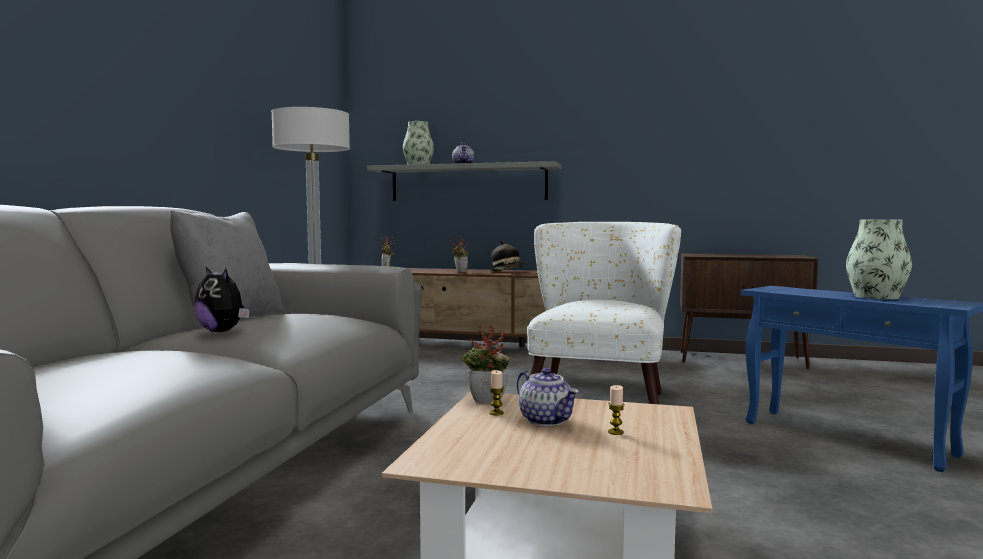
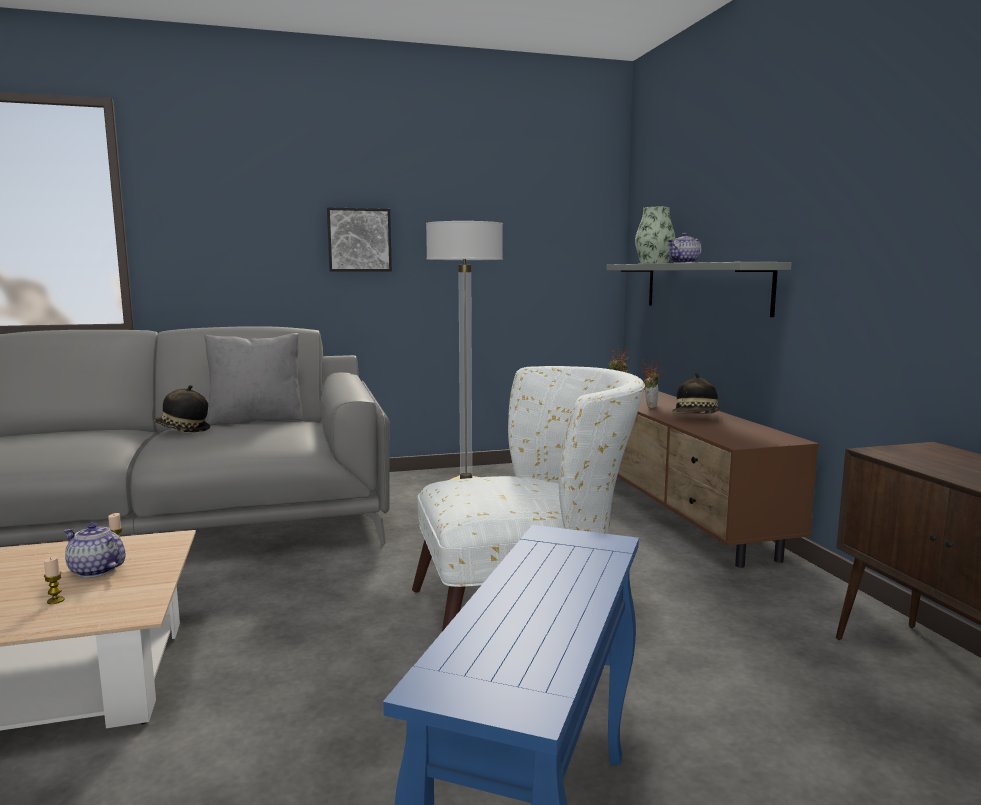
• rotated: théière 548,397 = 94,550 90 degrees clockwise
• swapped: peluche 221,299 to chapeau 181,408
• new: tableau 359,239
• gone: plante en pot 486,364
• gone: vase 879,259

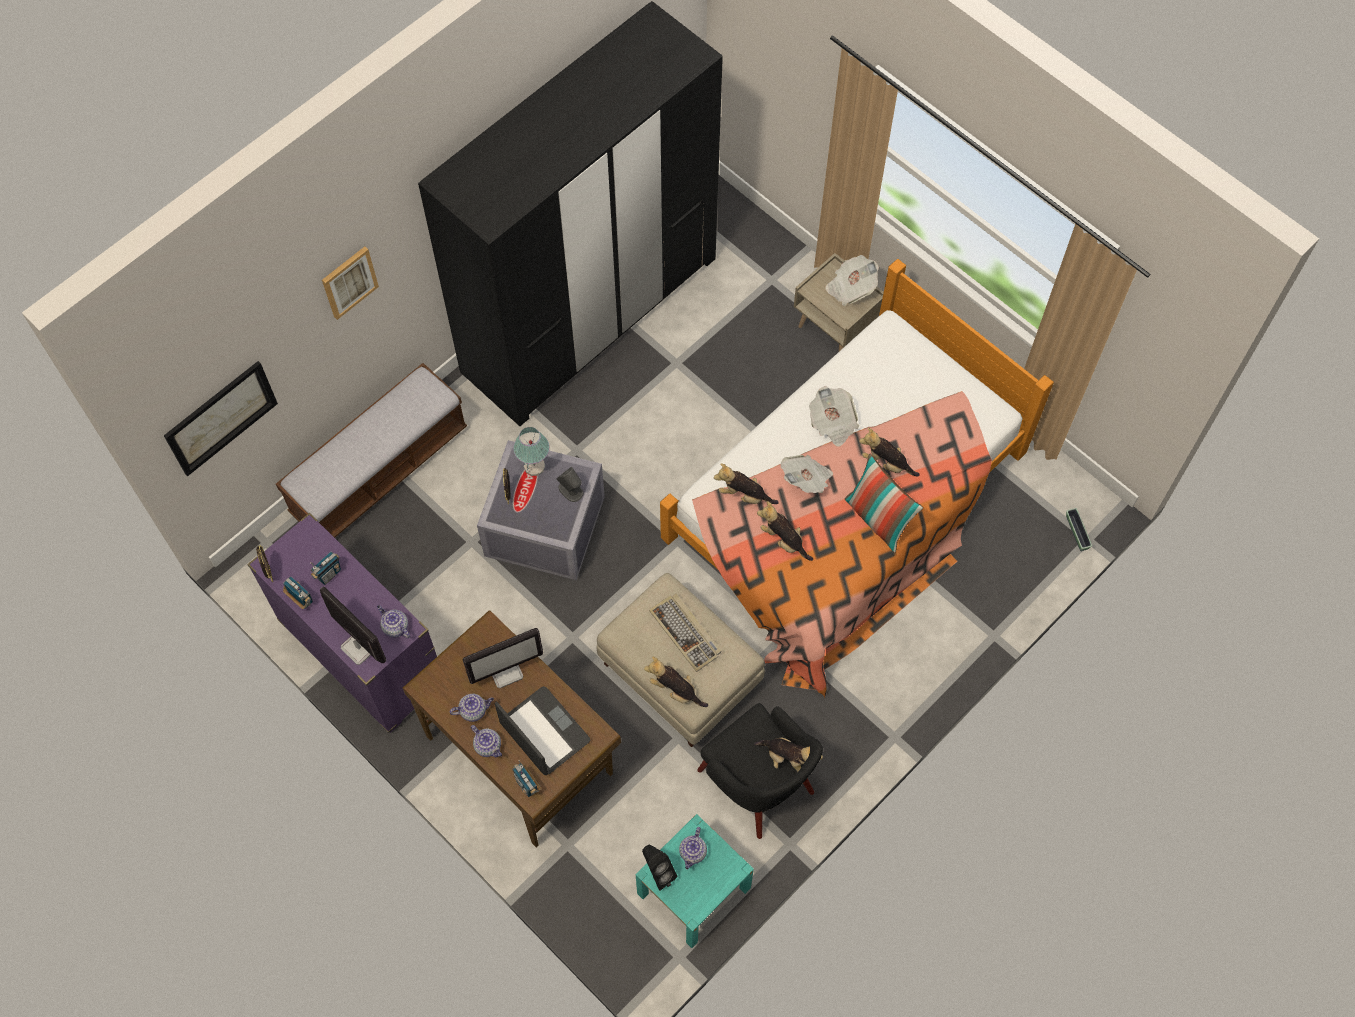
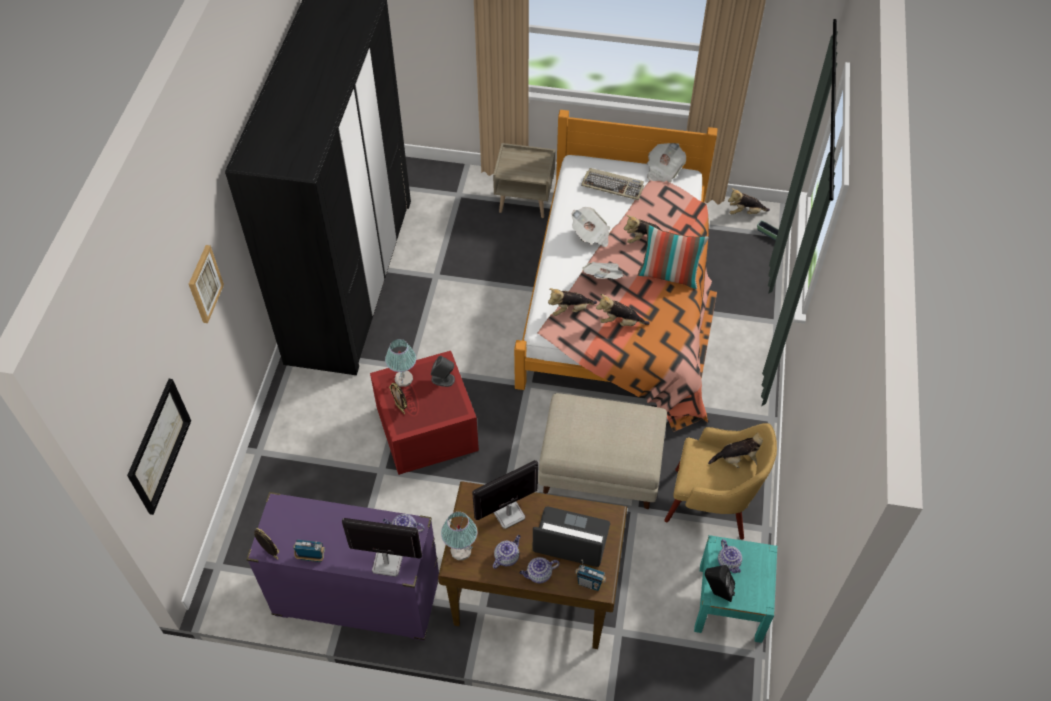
• repainted: boîte de rangement [gris] 541,510 to boîte de rangement [rouge] 424,413
• new: lampe de table 459,535
• rotated: écran d'ordinateur 503,658 = 505,494 150 degrees counterclockwise
• rotated: théière 486,741 = 539,570 150 degrees clockwise
• shifted: clavier 685,633 to 612,184
• shifted: journal 852,280 to 666,162
• repainted: fauteuil [noir] 760,771 to fauteuil [jaune] 720,481
• shifted: peluche 676,682 to 749,201
• gone: banc 371,450
• gone: radio 325,568

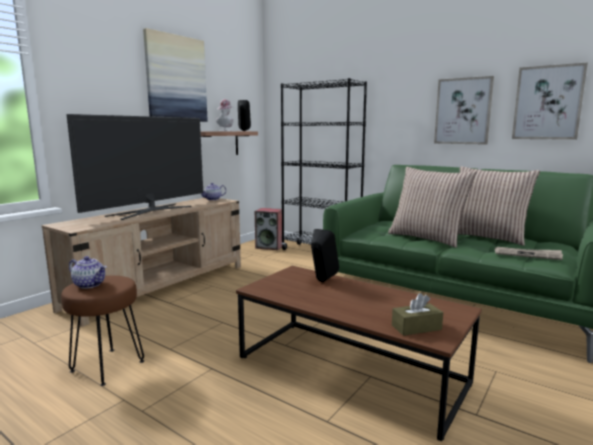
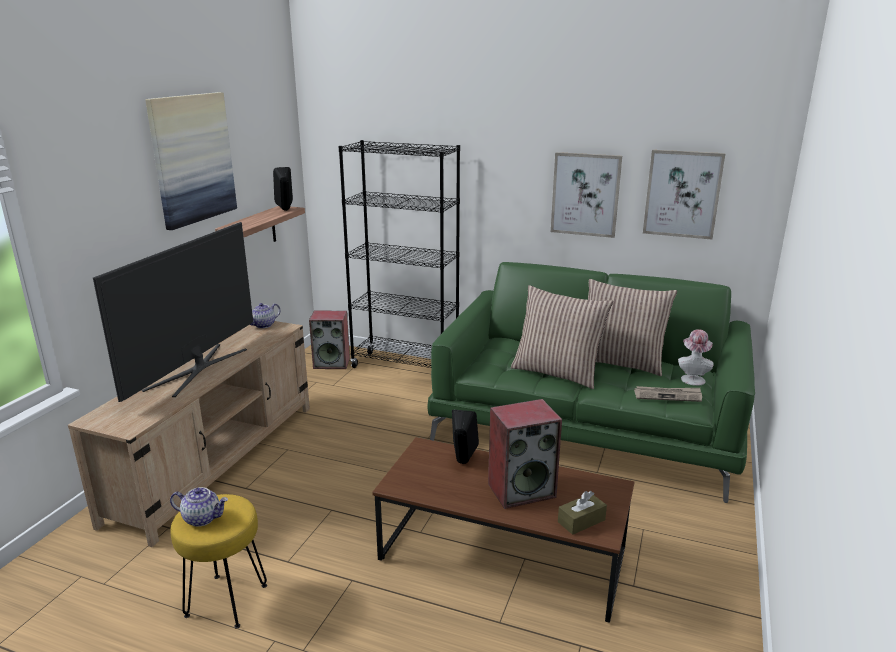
• repainted: tabouret [marron] 102,330 to tabouret [jaune] 218,561
• new: enceinte 525,454
• shifted: chapeau 225,115 to 696,357

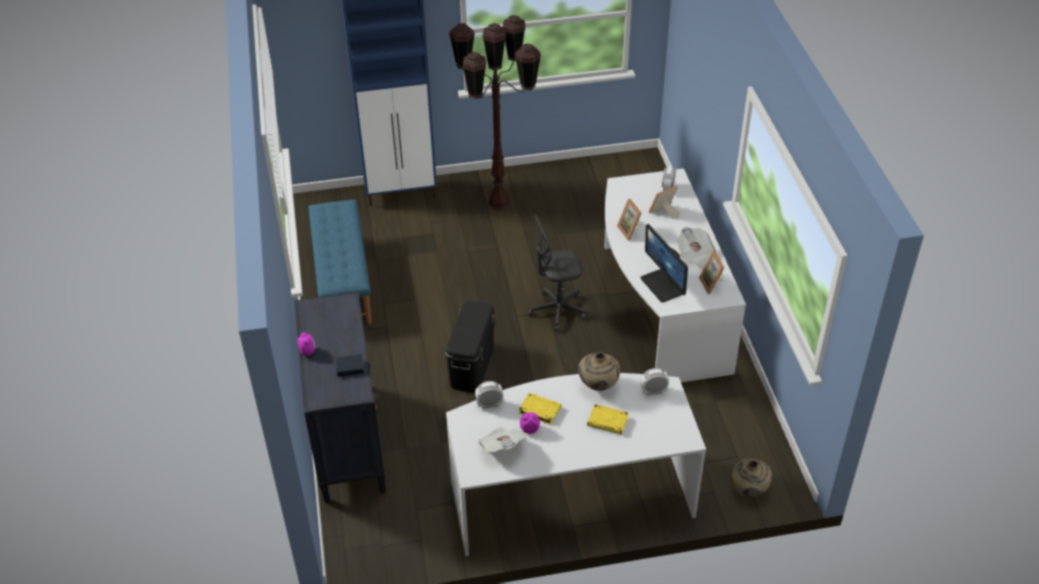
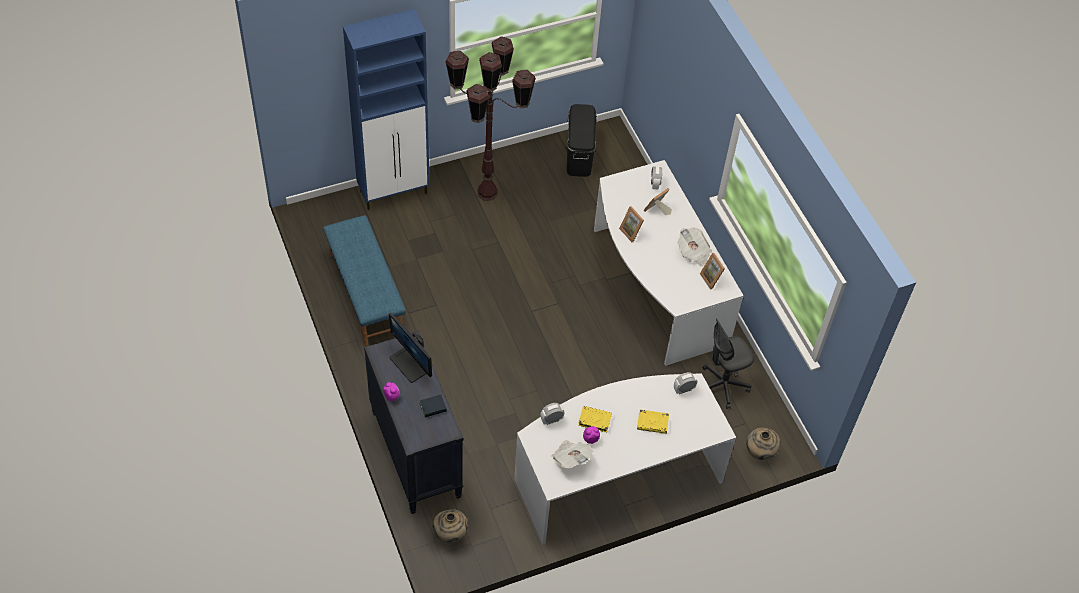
• shifted: écran d'ordinateur 664,263 to 410,348
• shifted: vase [beige] 599,371 to 450,526
• shifted: boîte de rangement [noir] 470,346 to 581,140
• shifted: chaise de bureau [gris] 557,273 to 728,364

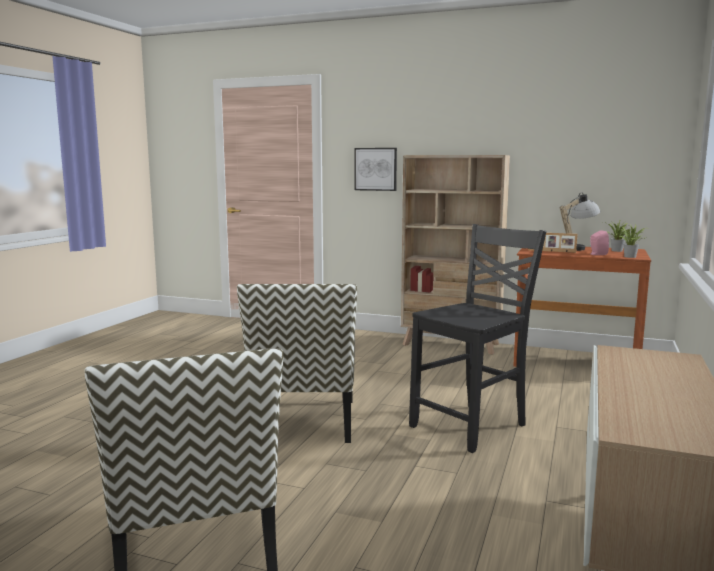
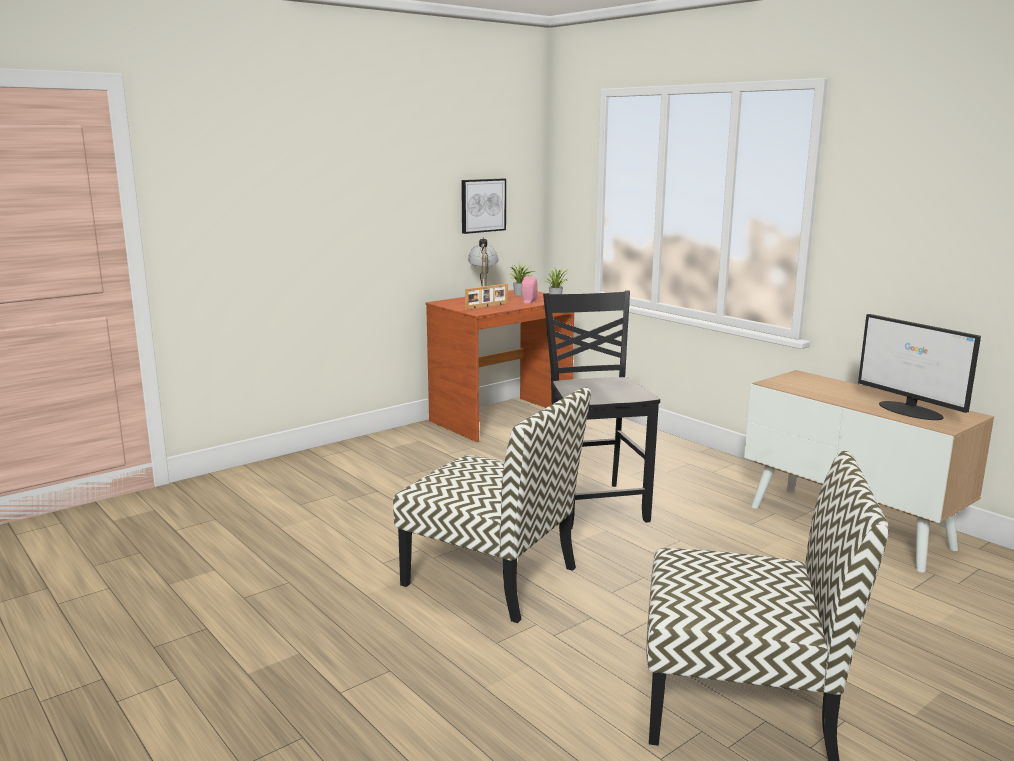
• shifted: tableau 376,169 to 483,206
• new: écran d'ordinateur 919,367
• gone: bibliothèque [beige] 455,255

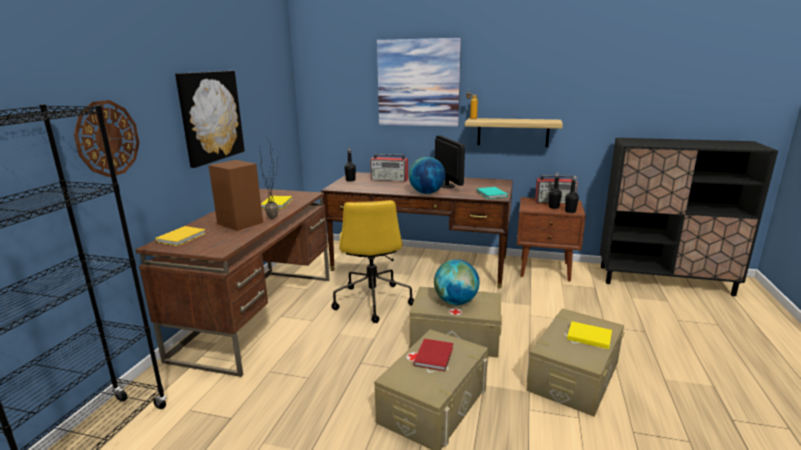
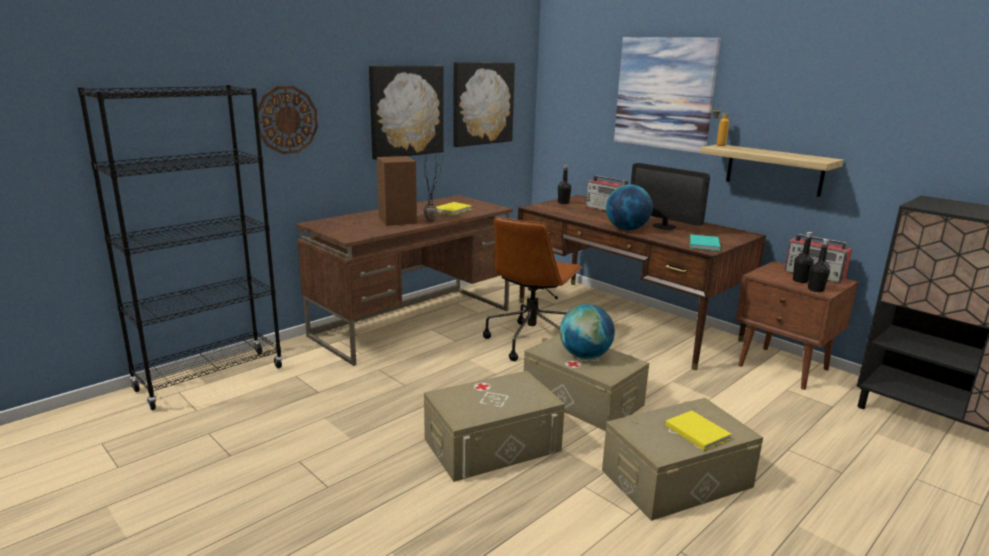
• new: tableau 484,104
• repainted: chaise de bureau [jaune] 372,261 to chaise de bureau [marron] 533,288
• rotated: écran d'ordinateur 450,161 = 670,196 120 degrees clockwise
• gone: livre [jaune] 181,236
• gone: livre [rouge] 433,355

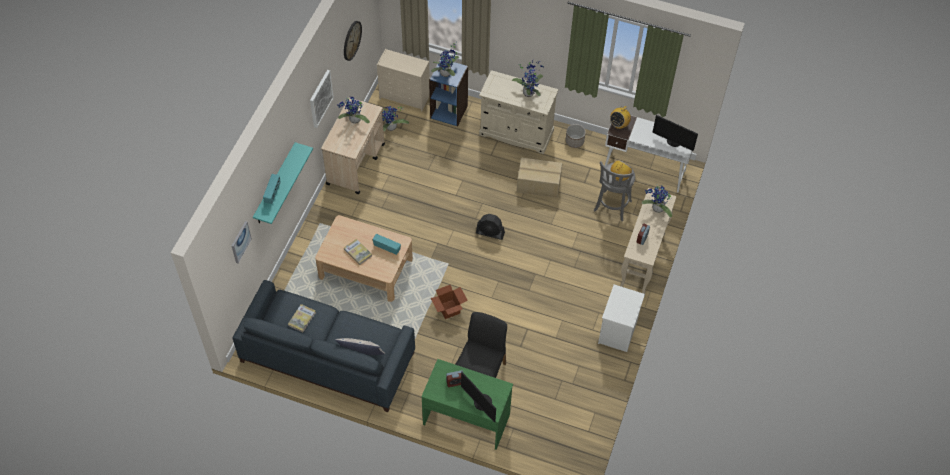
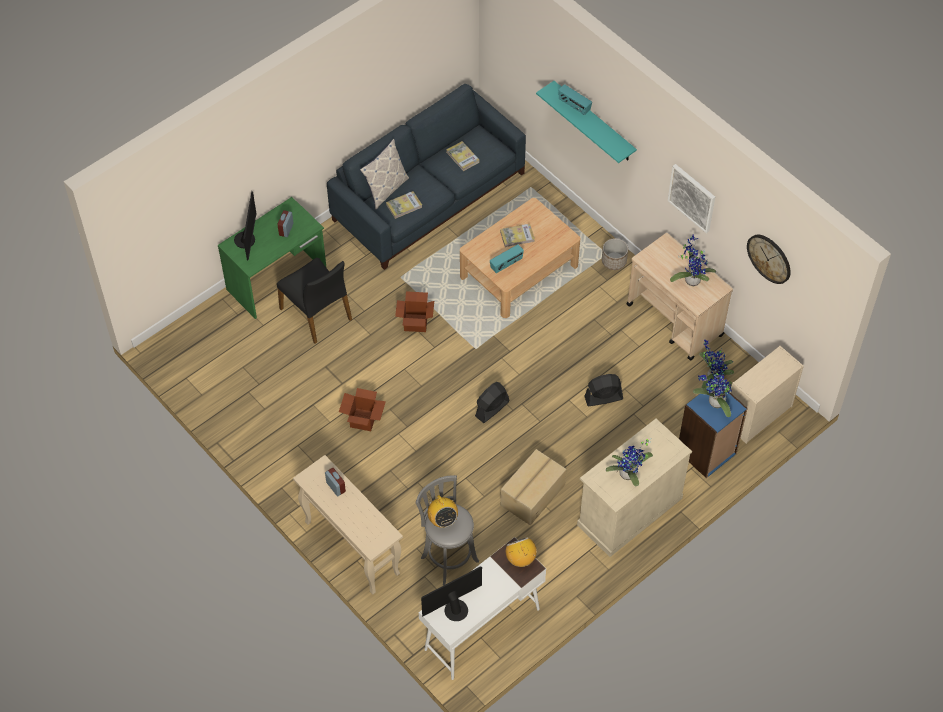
• rotated: écran d'ordinateur 478,397 = 245,226 105 degrees clockwise
• new: carton 362,409
• new: livre 404,205
• new: ventilateur [noir] 603,390
• shifted: cache-pot 576,136 to 615,254
• gone: tableau 242,242
• gone: table de chevet [blanc] 621,318
• gone: plante en pot 656,201

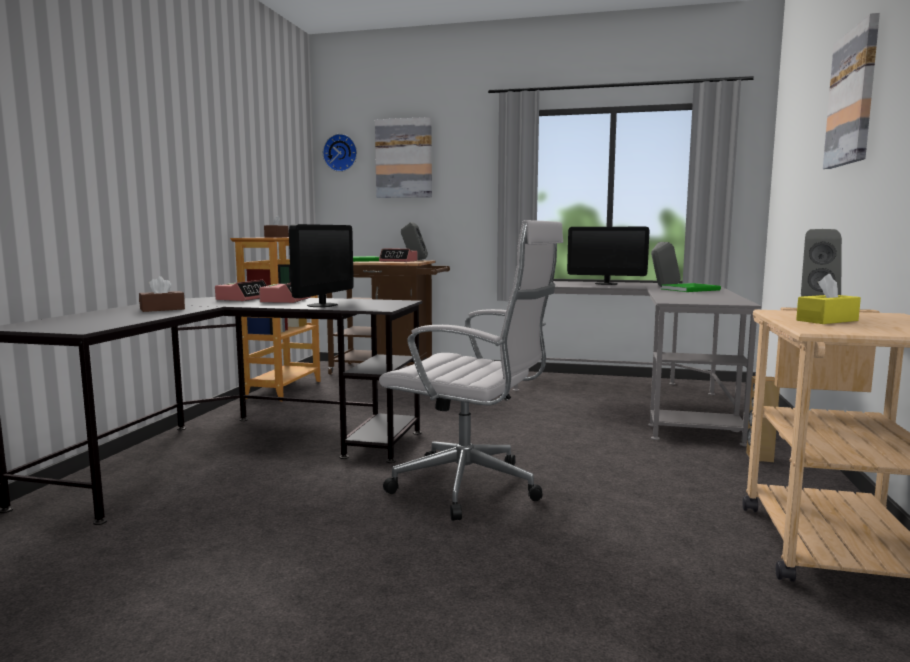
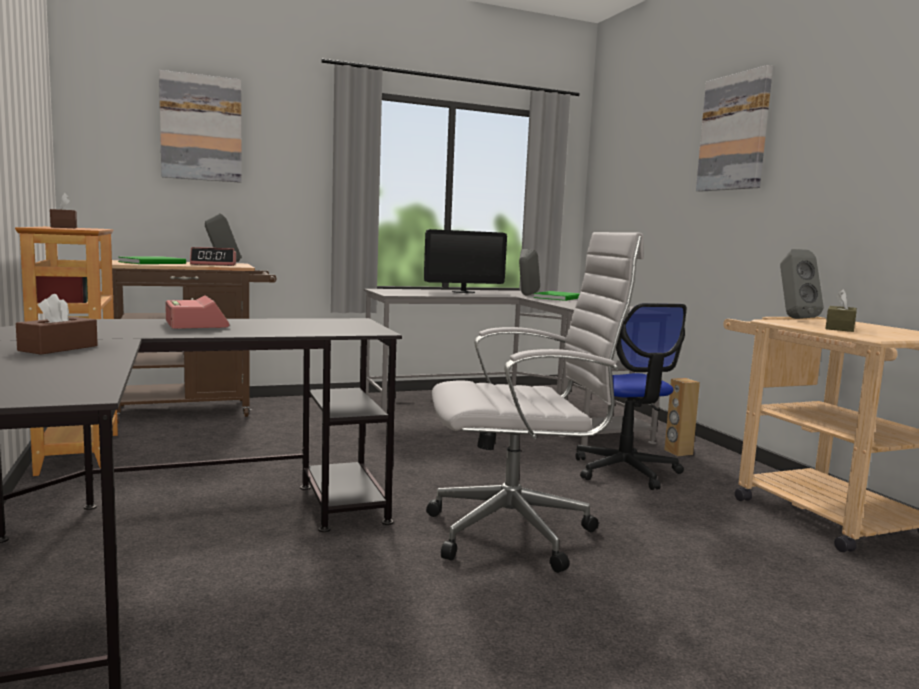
• new: chaise de bureau 631,396
• repainted: boîte à mouchoirs [jaune] 828,299 to boîte à mouchoirs [marron] 841,310
• gone: réveil 241,290
• gone: écran d'ordinateur 321,265
• gone: horloge murale 340,153

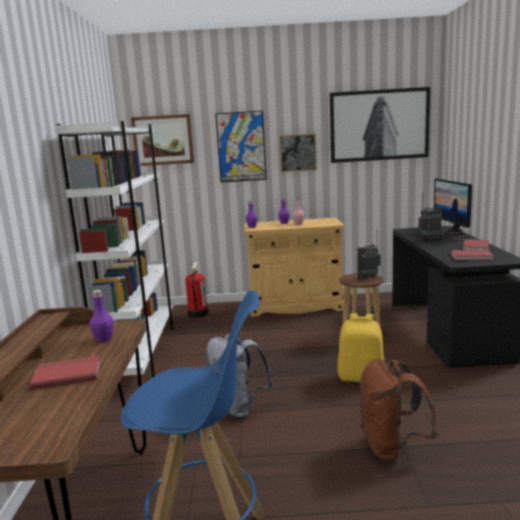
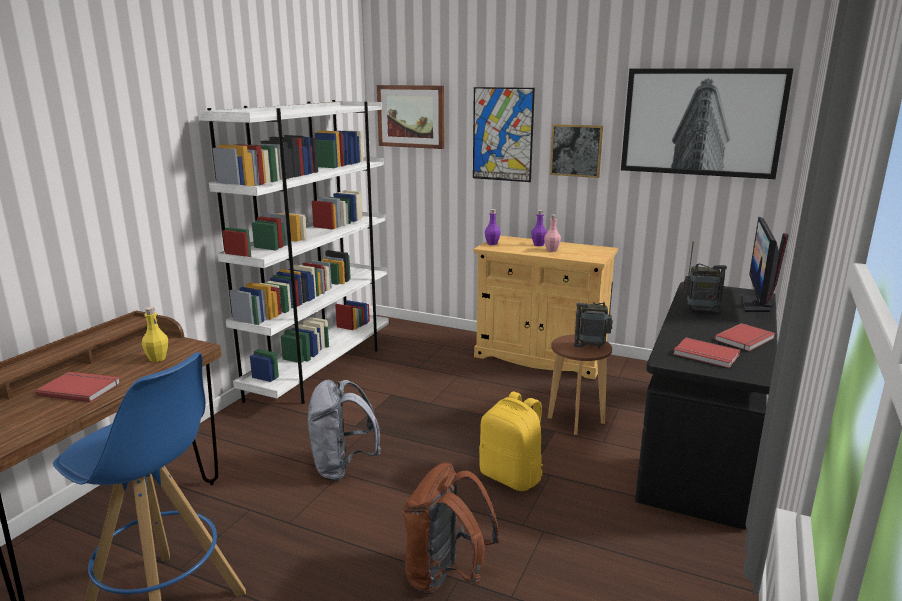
• repainted: bouteille [violet] 101,316 to bouteille [jaune] 155,334
• gone: extincteur 197,290

